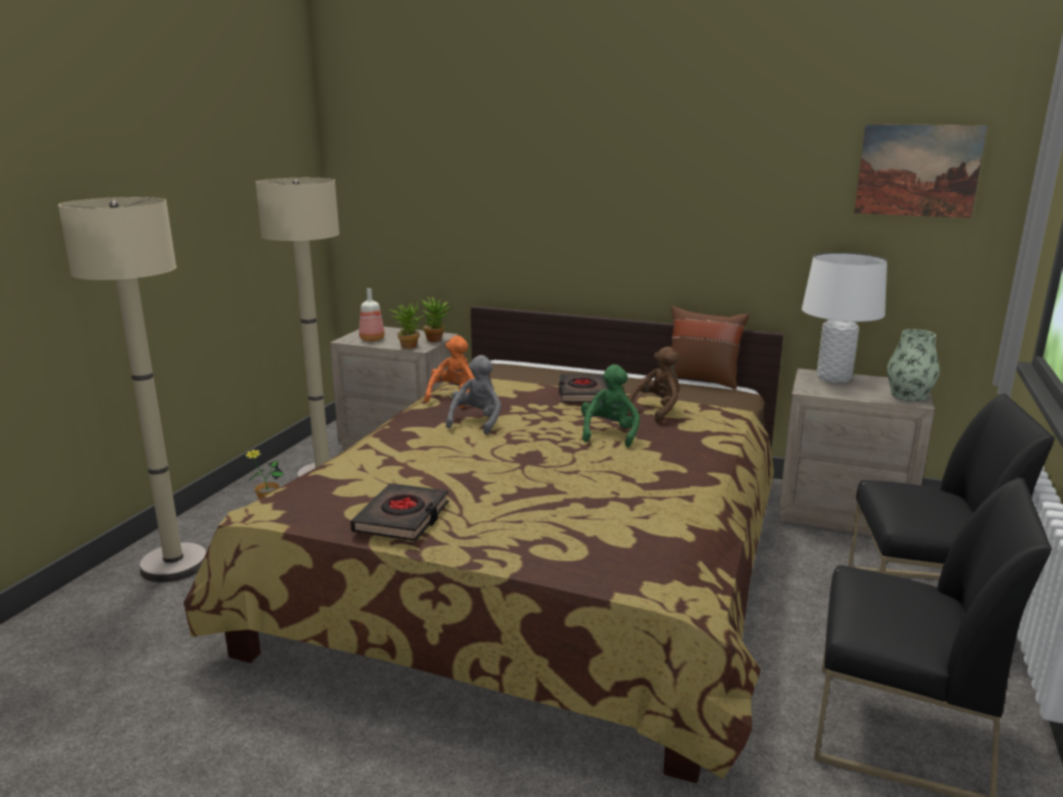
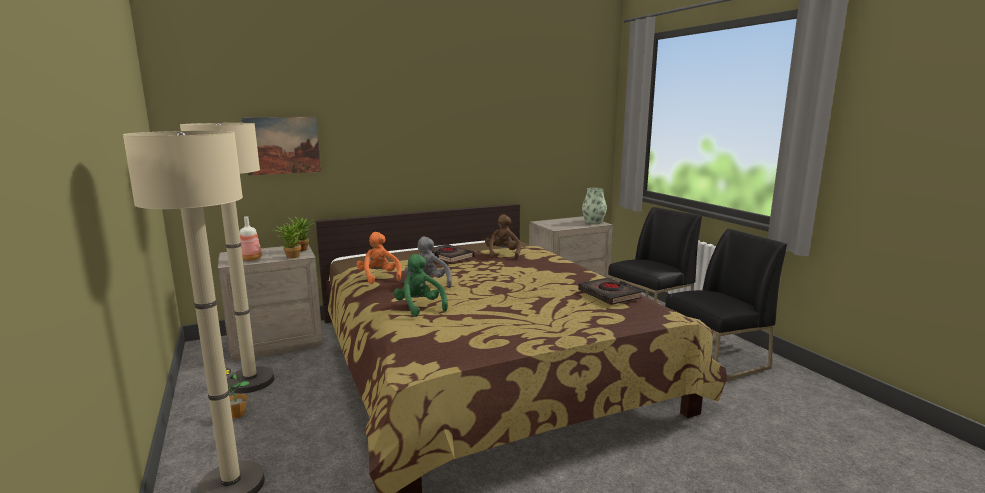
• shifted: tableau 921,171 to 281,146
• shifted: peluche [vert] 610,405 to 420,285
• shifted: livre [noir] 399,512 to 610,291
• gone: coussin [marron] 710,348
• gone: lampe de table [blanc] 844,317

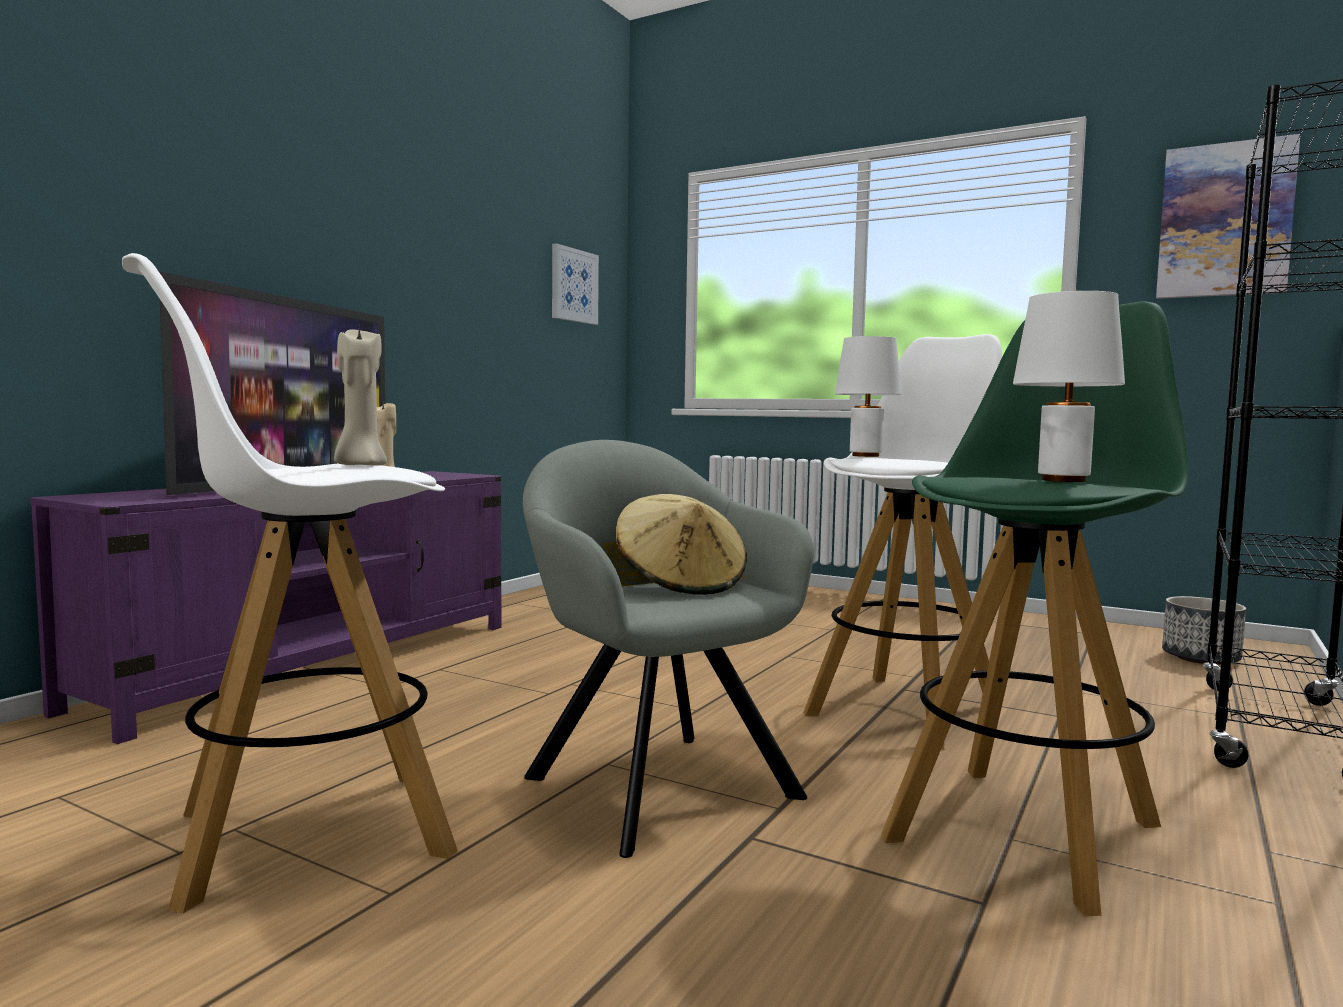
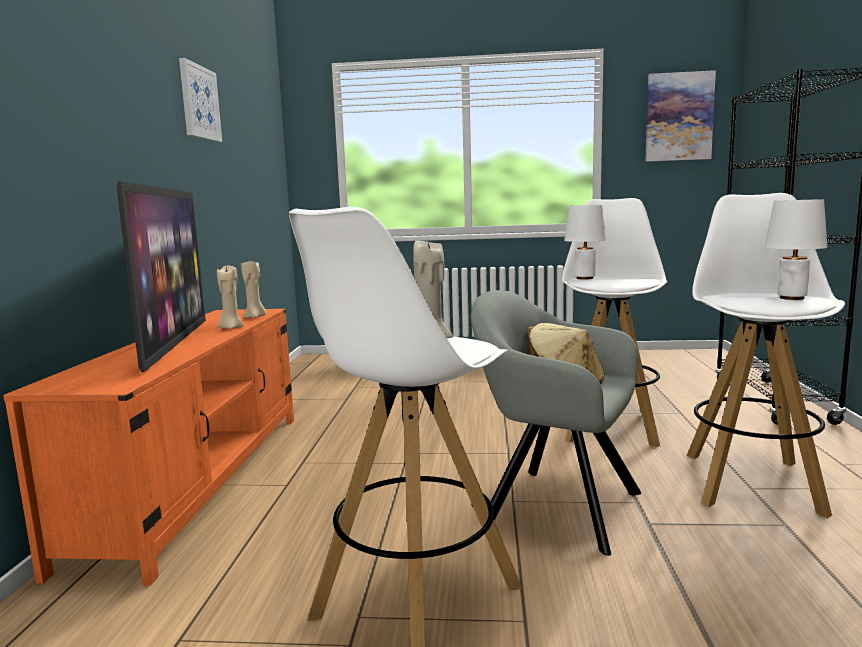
• repainted: meuble télé [violet] 266,607 to meuble télé [orange] 148,447
• shifted: tableau 575,284 to 200,100
• new: bougie [beige] 253,289
• repainted: tabouret [vert] 1035,608 to tabouret [blanc] 766,355
• gone: cache-pot 1204,630

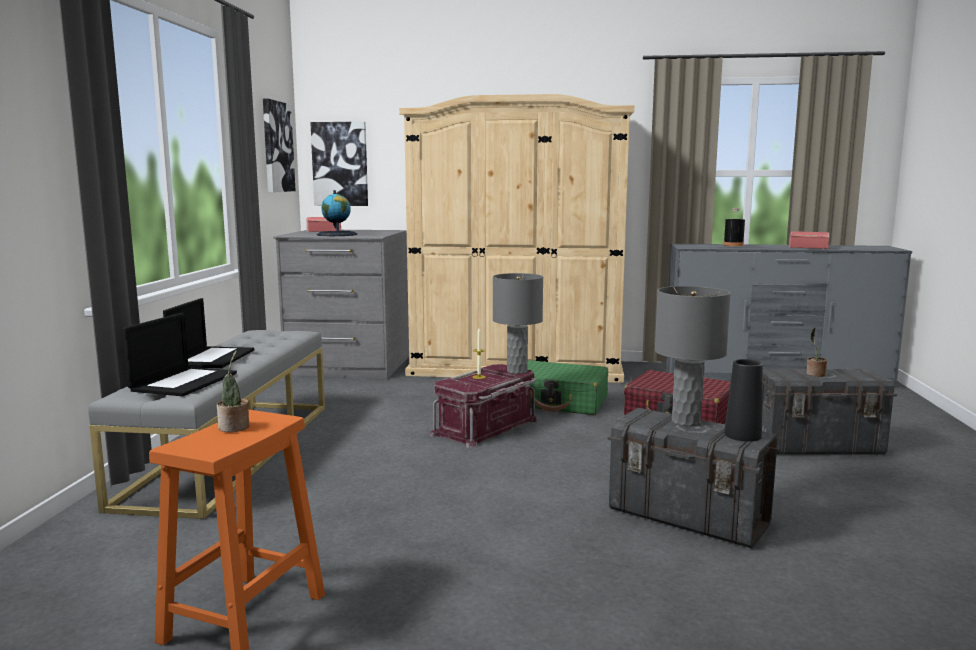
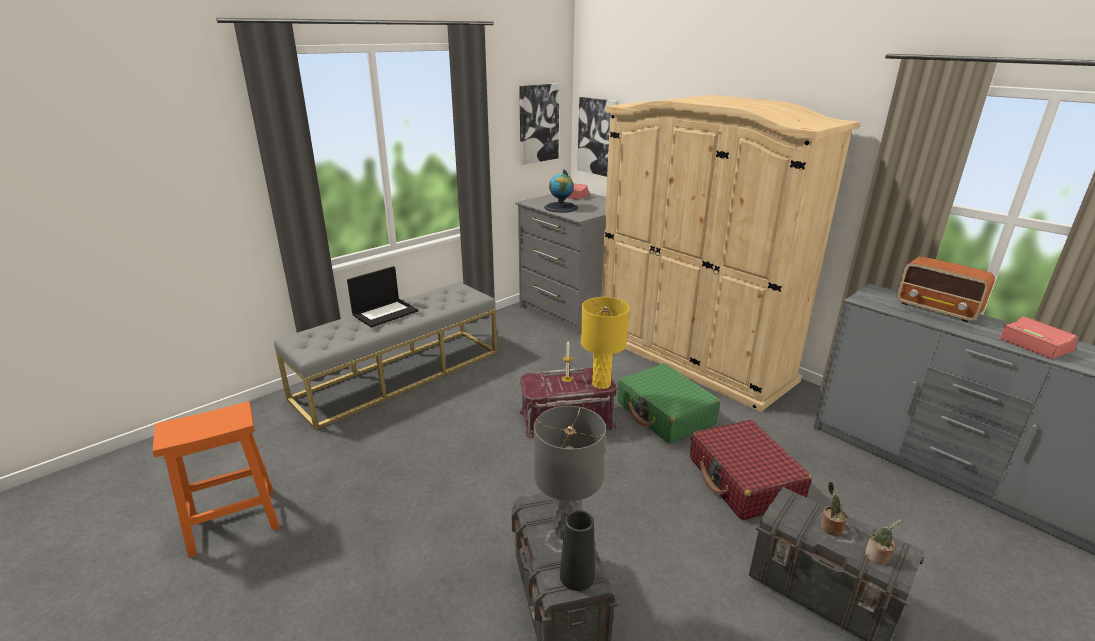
• repainted: lampe de table [gris] 518,323 to lampe de table [jaune] 605,343
• shifted: plante en pot 233,391 to 883,542
• swapped: bouteille [noir] 734,227 to radio 946,289
• gone: ordinateur portable 179,354

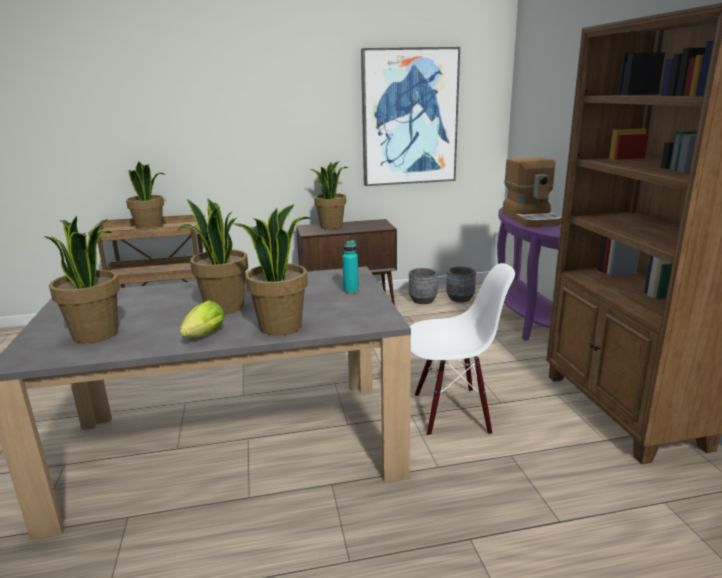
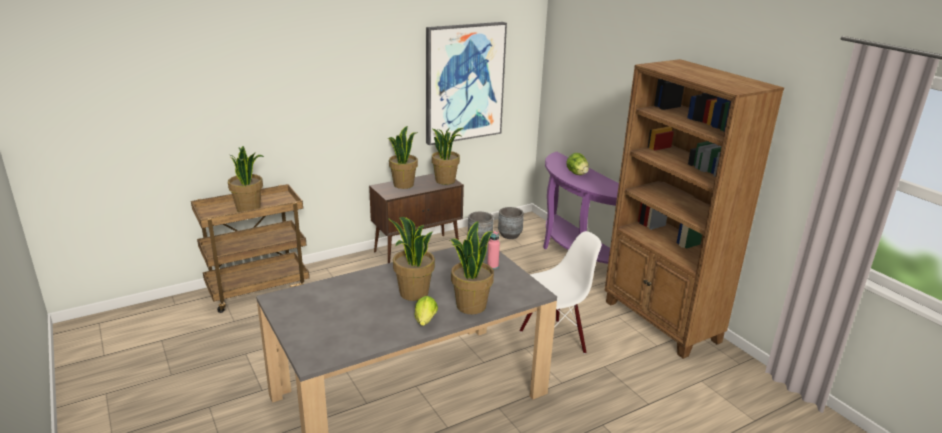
• shifted: plante en pot 82,279 to 447,156
• repainted: bouteille [turquoise] 350,266 to bouteille [rose] 493,250
• swapped: machine à café 532,192 to laitue 577,164

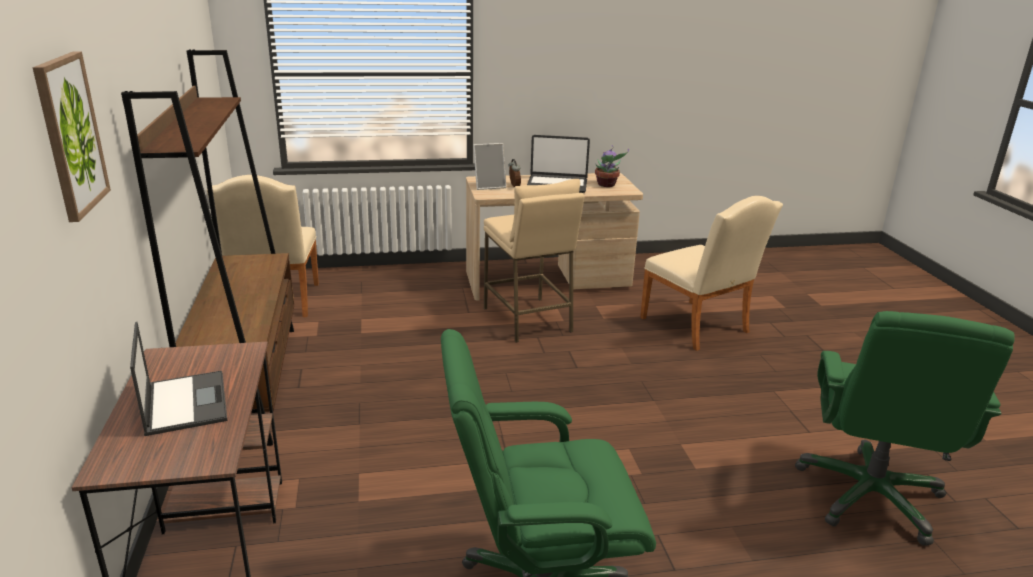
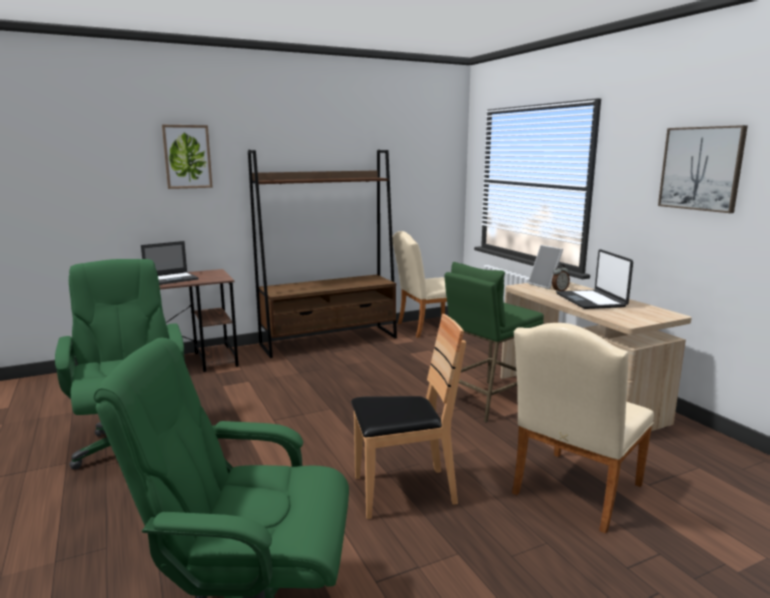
• new: chaise [marron] 408,416
• repainted: tabouret [beige] 534,260 to tabouret [vert] 493,342
• new: tableau 703,169
• gone: plante en pot 612,166

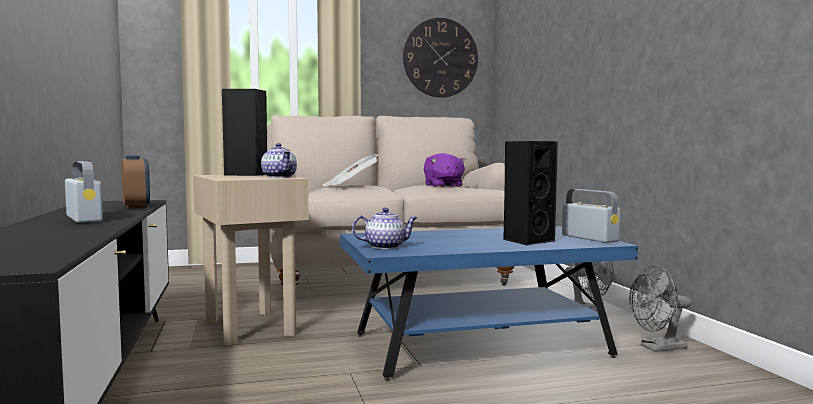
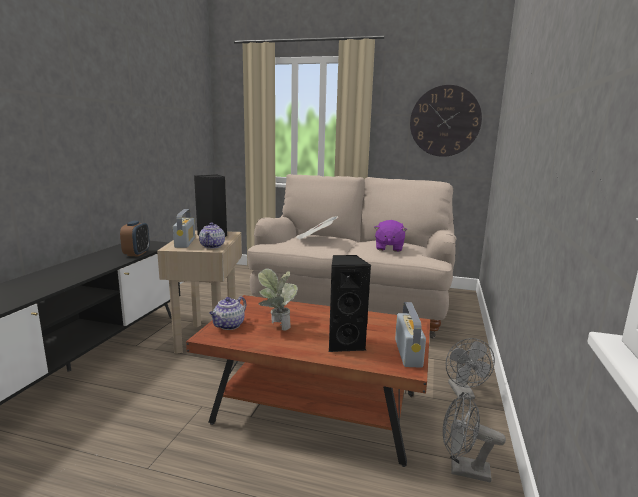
• shifted: radio 84,192 to 184,228
• repainted: table basse [bleu] 489,303 to table basse [marron] 308,381
• rotated: théière 384,228 = 227,313 105 degrees clockwise
• new: plante en pot 278,299

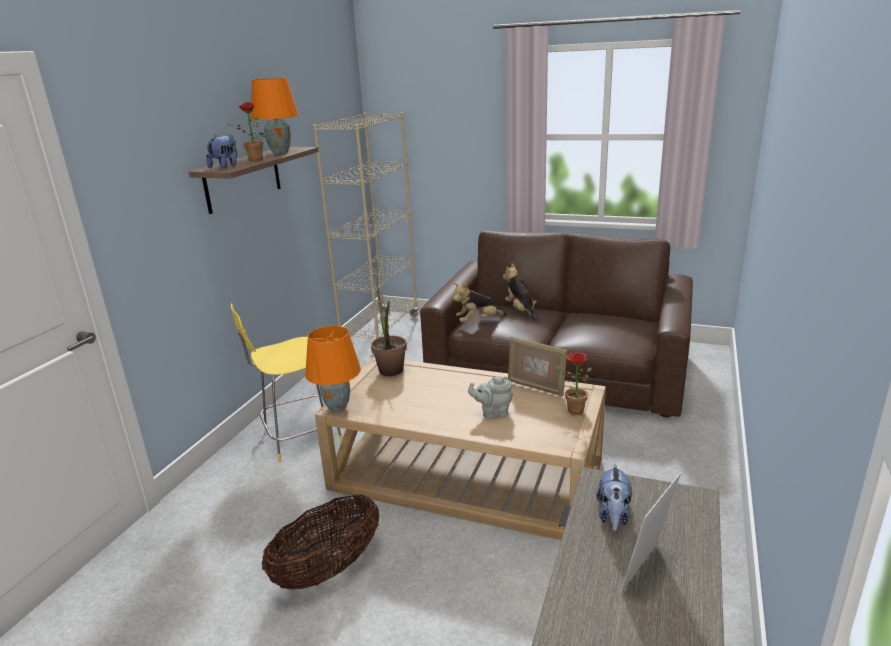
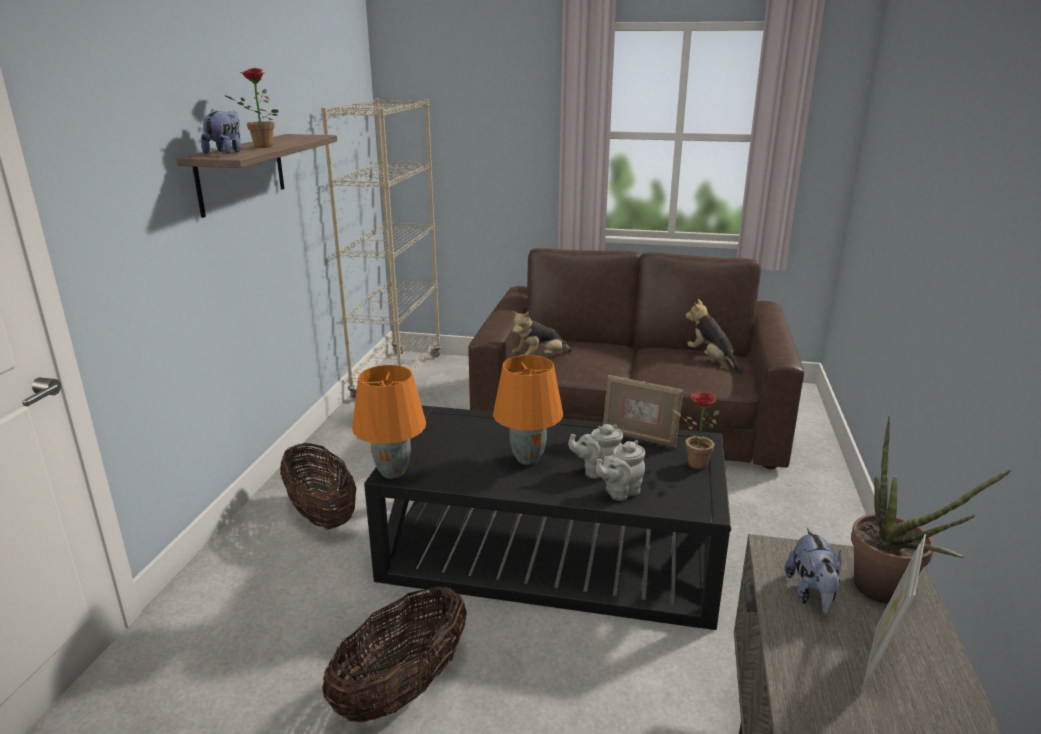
• swapped: tabouret [jaune] 286,382 to panier 318,486
• repainted: table basse [beige] 460,448 to table basse [noir] 547,517
• shifted: lampe de table [orange] 275,116 to 528,410
• new: théière [gris] 621,470
• shifted: peluche 521,292 to 714,336
• shifted: plante en pot 389,330 to 931,510

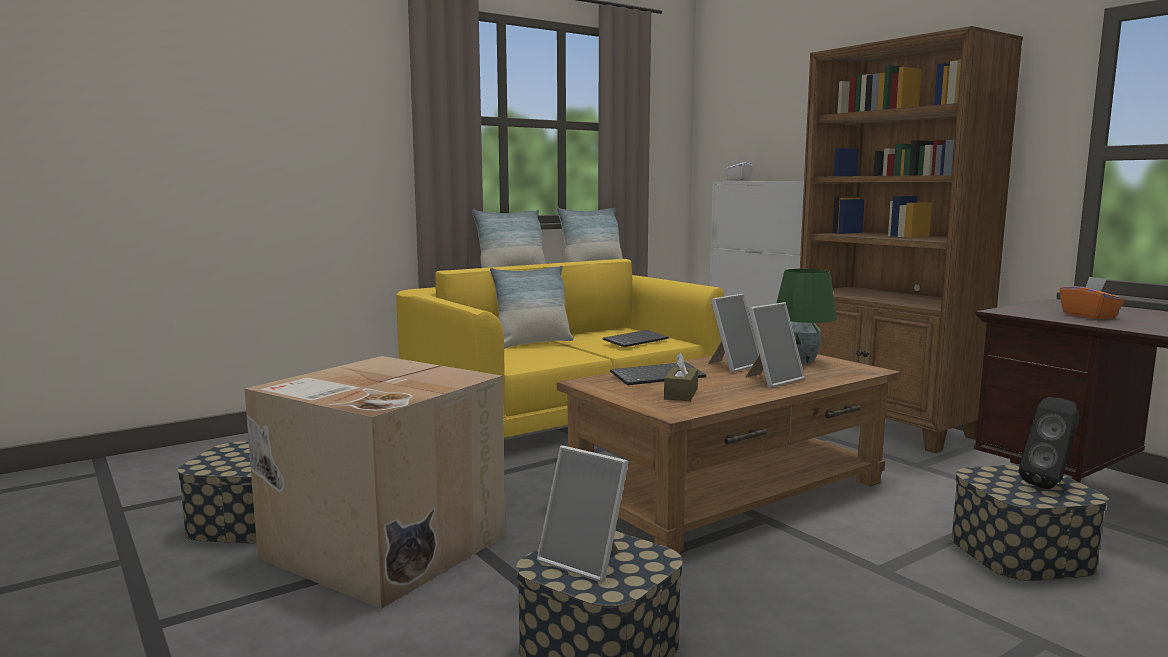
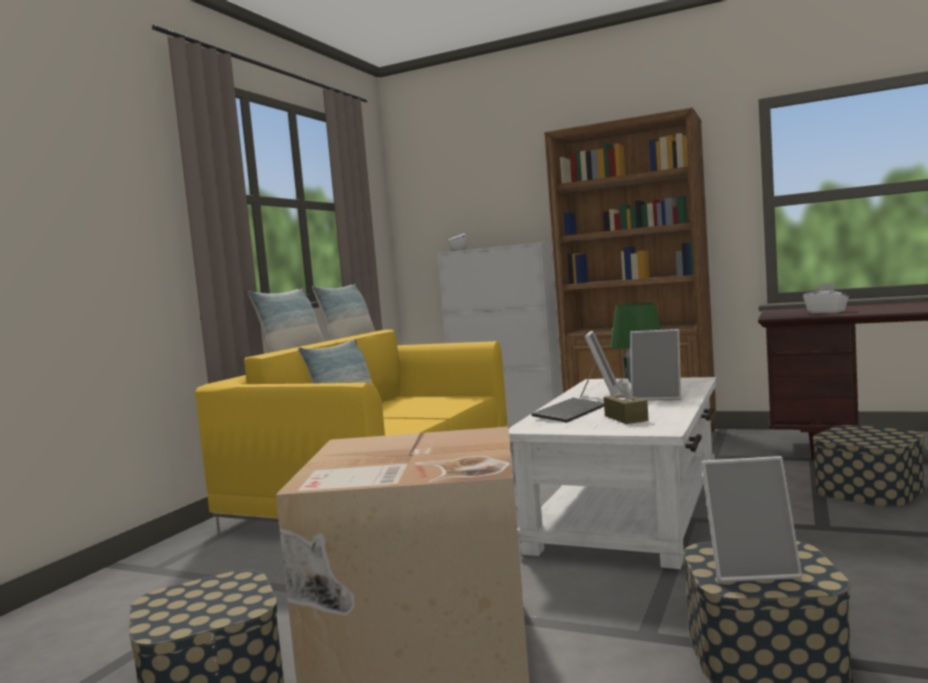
• repainted: table basse [marron] 729,454 to table basse [blanc] 613,473
• rotated: cadre photo 775,345 = 655,365 90 degrees clockwise
• repainted: boîte à mouchoirs [orange] 1092,297 to boîte à mouchoirs [blanc] 826,298
• gone: clavier 636,338
• gone: enceinte [noir] 1049,443

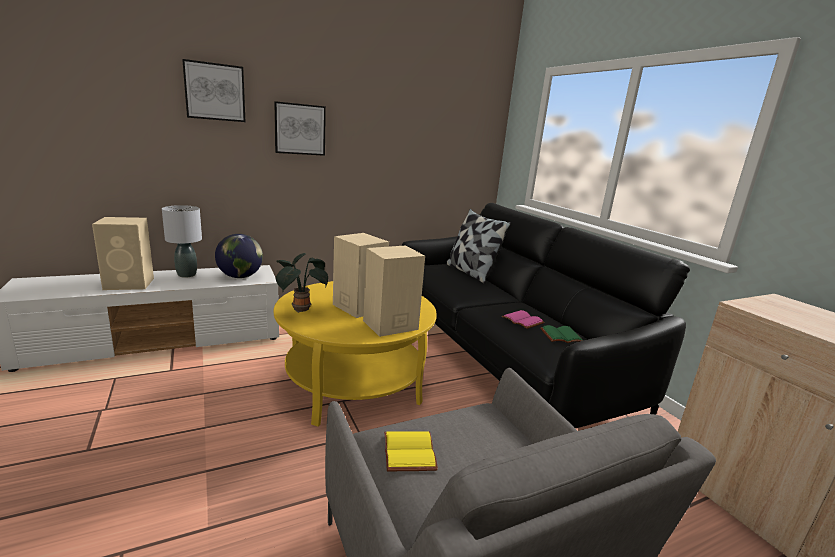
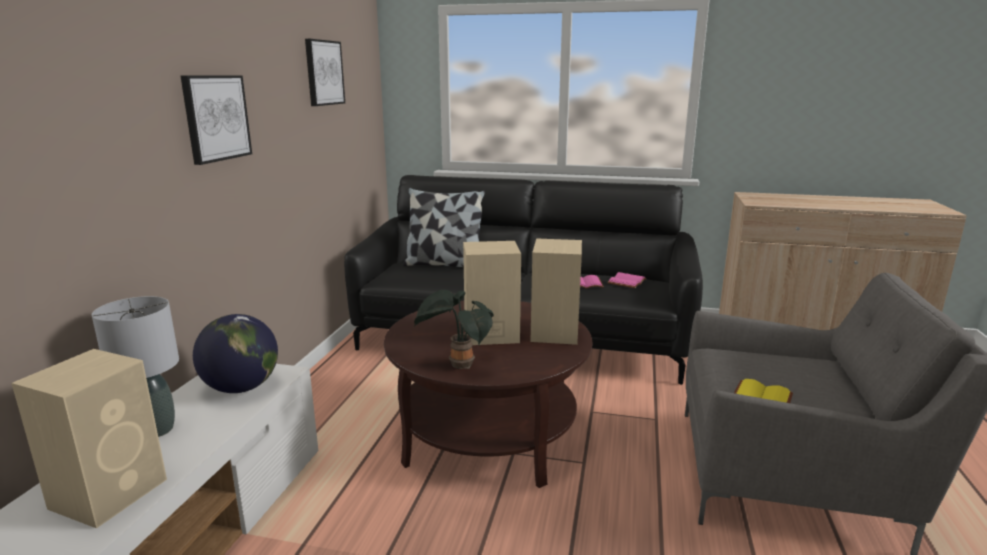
• shifted: tableau 214,90 to 325,72
• repainted: table basse [jaune] 355,354 to table basse [marron] 488,394
• repainted: livre [vert] 561,334 to livre [rose] 627,280

